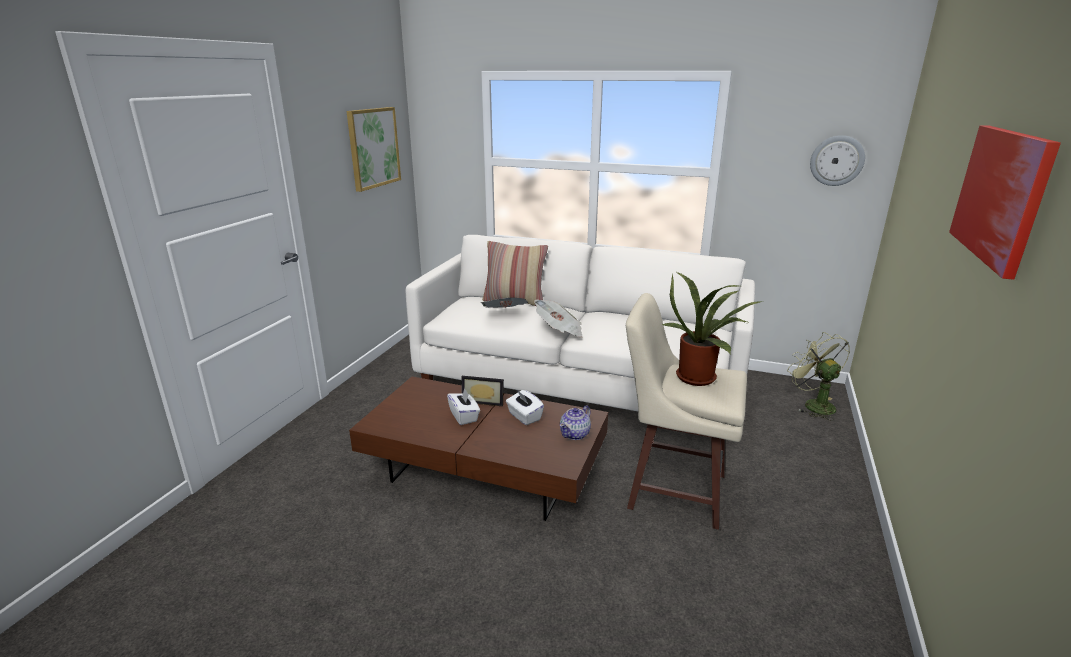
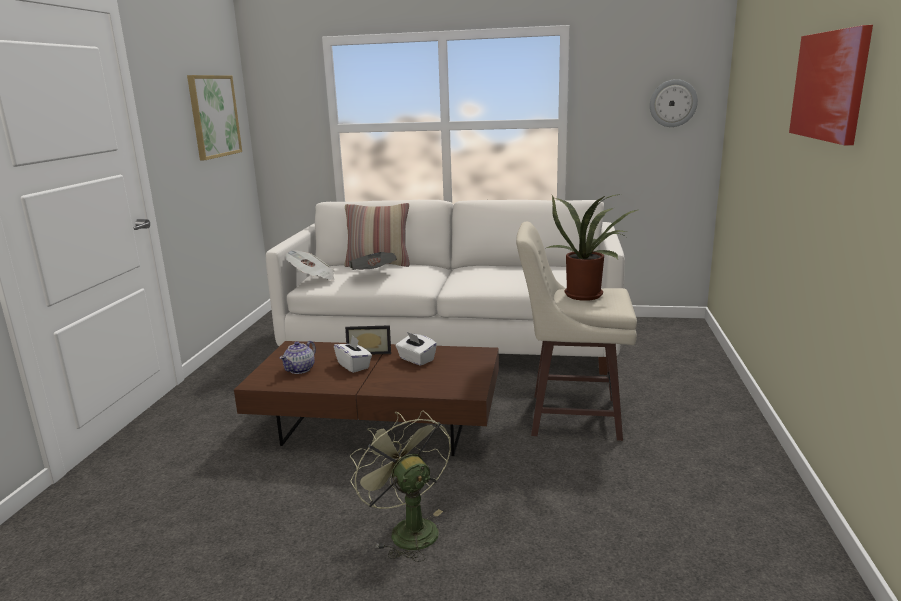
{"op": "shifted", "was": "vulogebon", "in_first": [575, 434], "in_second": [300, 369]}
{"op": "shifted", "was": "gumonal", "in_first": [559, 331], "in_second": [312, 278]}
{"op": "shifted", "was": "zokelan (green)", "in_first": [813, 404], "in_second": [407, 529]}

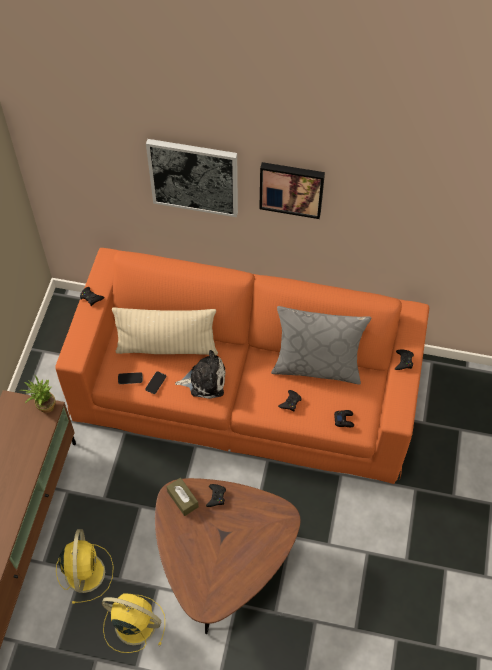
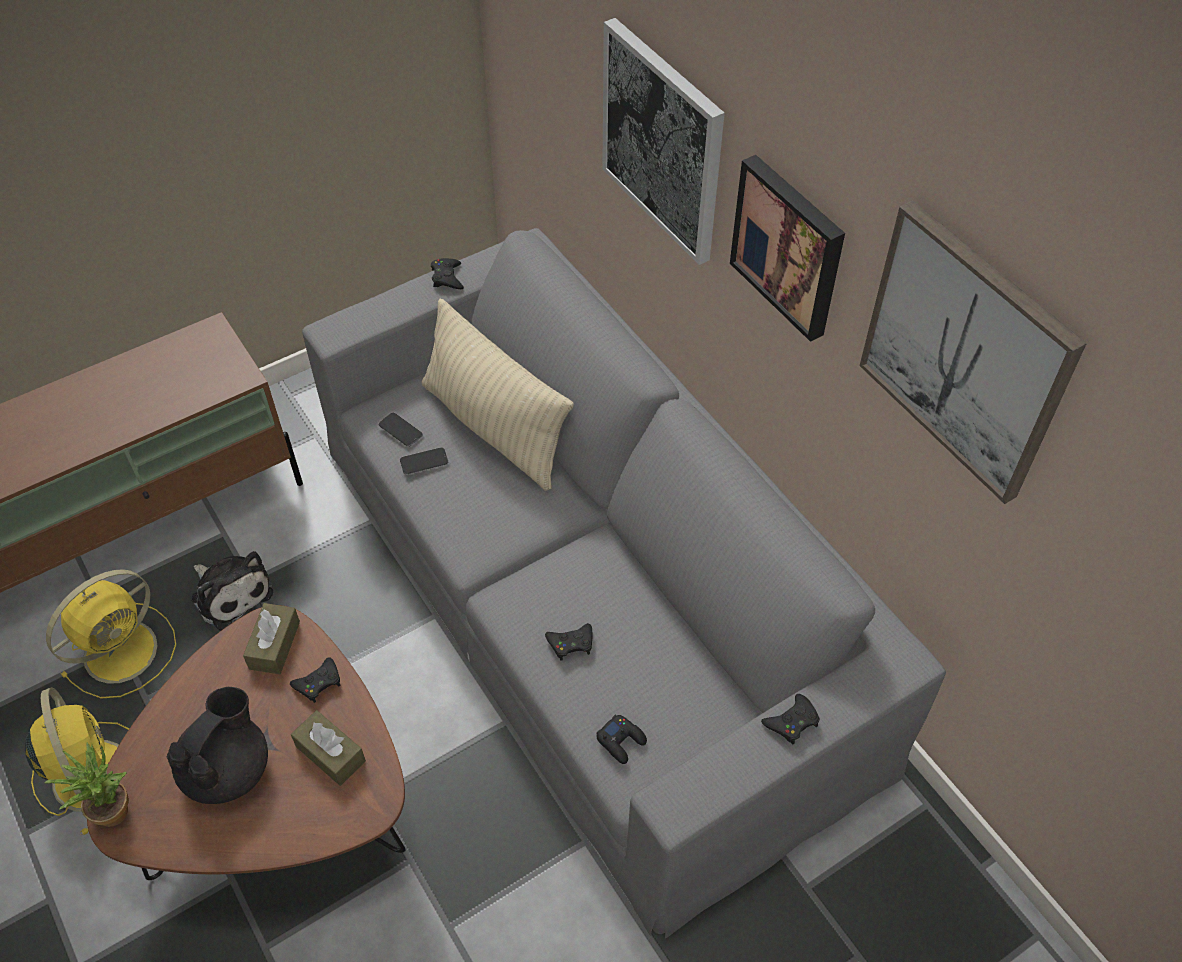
{"op": "shifted", "was": "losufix", "in_first": [43, 406], "in_second": [109, 807]}
{"op": "new", "now": "vulogebon (black)", "in_second": [228, 769]}
{"op": "shifted", "was": "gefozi", "in_first": [204, 380], "in_second": [230, 593]}
{"op": "new", "now": "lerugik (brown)", "in_second": [330, 754]}
{"op": "repainted", "was": "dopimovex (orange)", "now": "dopimovex (grey)", "in_first": [246, 387], "in_second": [591, 597]}
{"op": "new", "now": "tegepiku", "in_second": [966, 352]}
{"op": "gone", "was": "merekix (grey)", "in_first": [317, 366]}

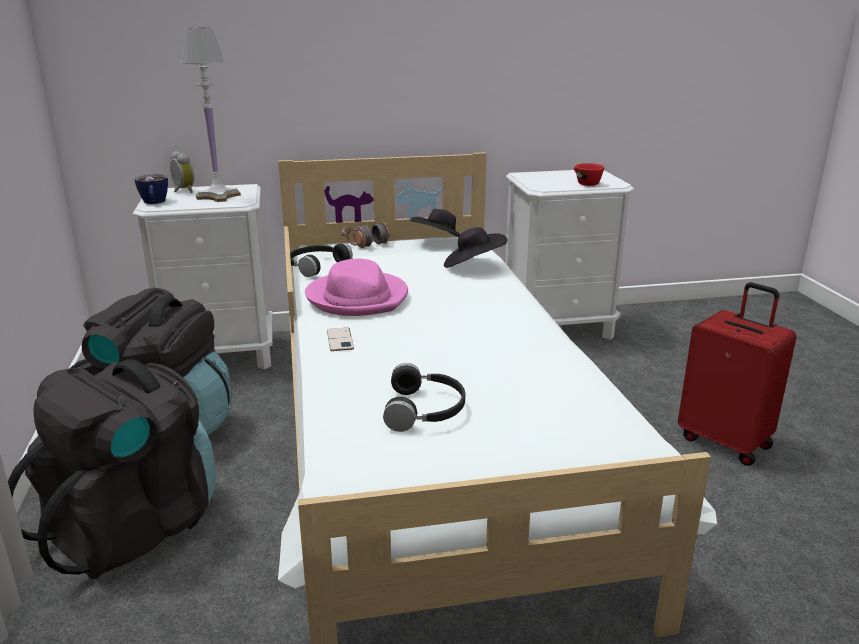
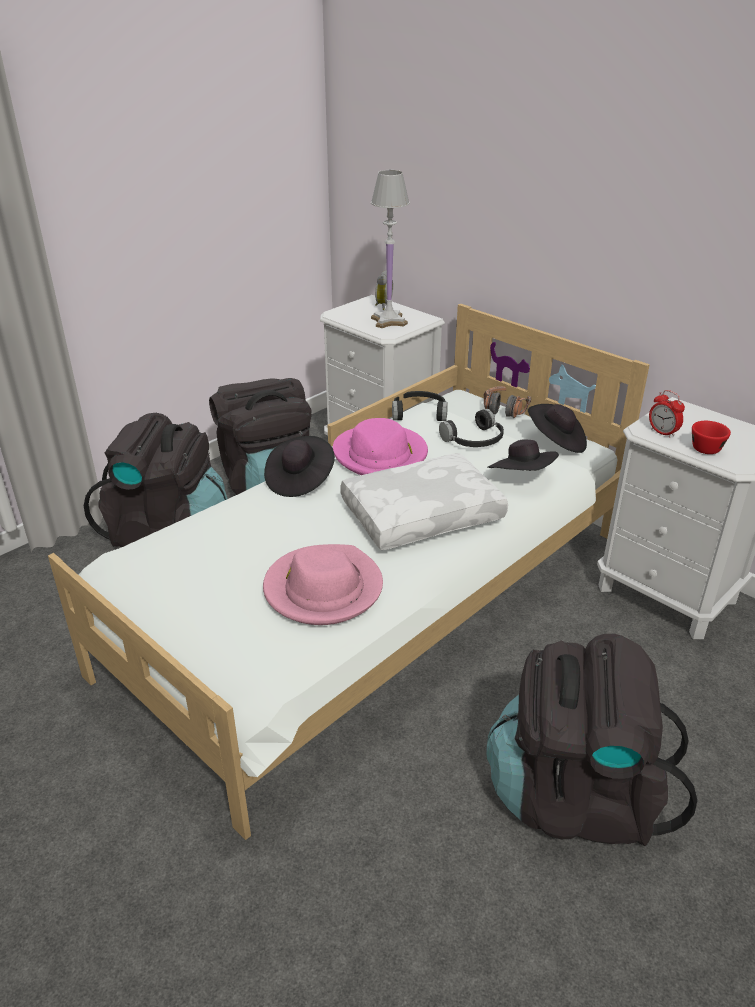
{"op": "new", "now": "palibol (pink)", "in_second": [323, 589]}
{"op": "swapped", "was": "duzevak", "now": "palibol (black)", "in_first": [340, 340], "in_second": [300, 480]}
{"op": "new", "now": "merekix (white)", "in_second": [422, 513]}
{"op": "shifted", "was": "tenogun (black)", "in_first": [426, 410], "in_second": [475, 440]}
{"op": "swapped", "was": "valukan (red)", "now": "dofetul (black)", "in_first": [725, 441], "in_second": [575, 795]}
{"op": "new", "now": "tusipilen", "in_second": [662, 432]}
{"op": "gone", "was": "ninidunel", "in_first": [154, 202]}

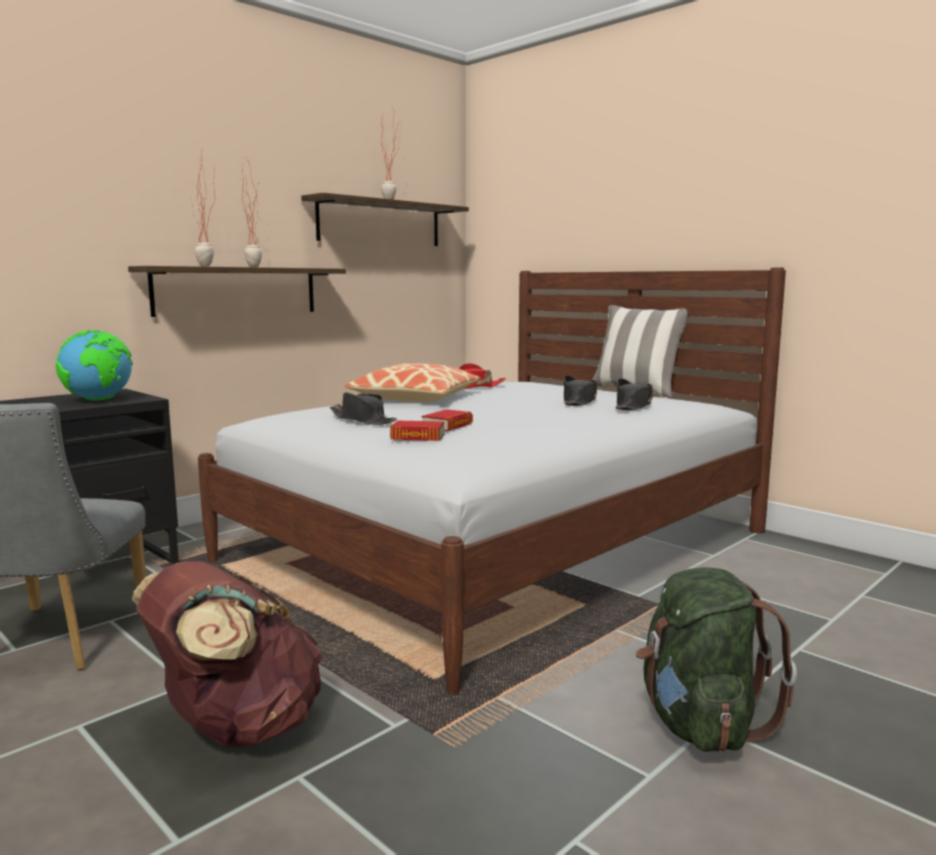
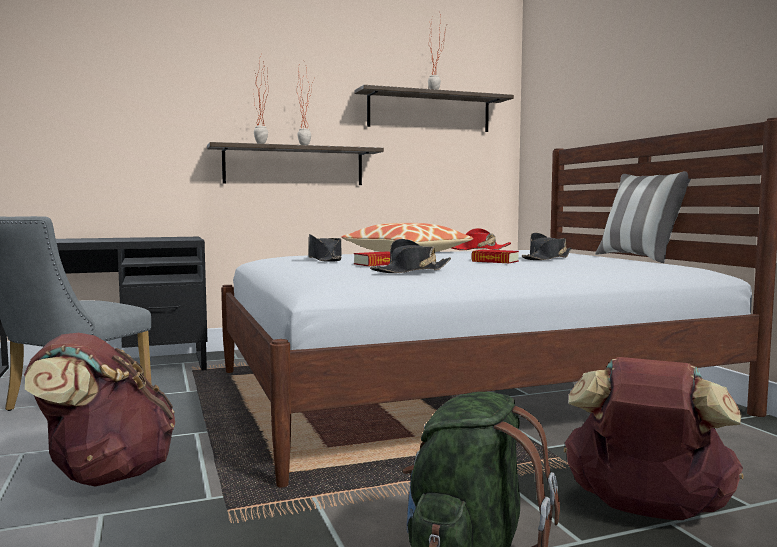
{"op": "shifted", "was": "palibol (black)", "in_first": [633, 406], "in_second": [411, 271]}
{"op": "shifted", "was": "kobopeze", "in_first": [417, 437], "in_second": [495, 261]}
{"op": "new", "now": "dofetul (brown)", "in_second": [646, 511]}
{"op": "gone", "was": "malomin", "in_first": [99, 400]}

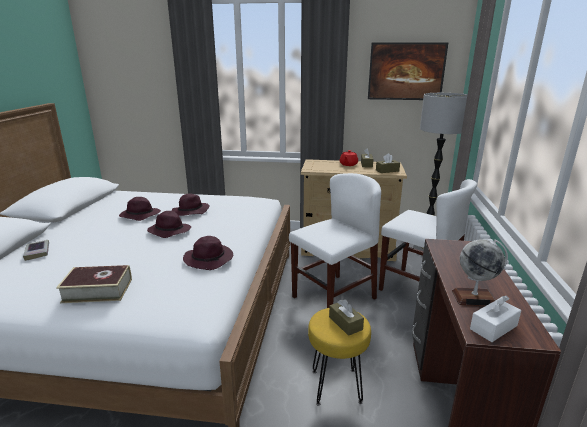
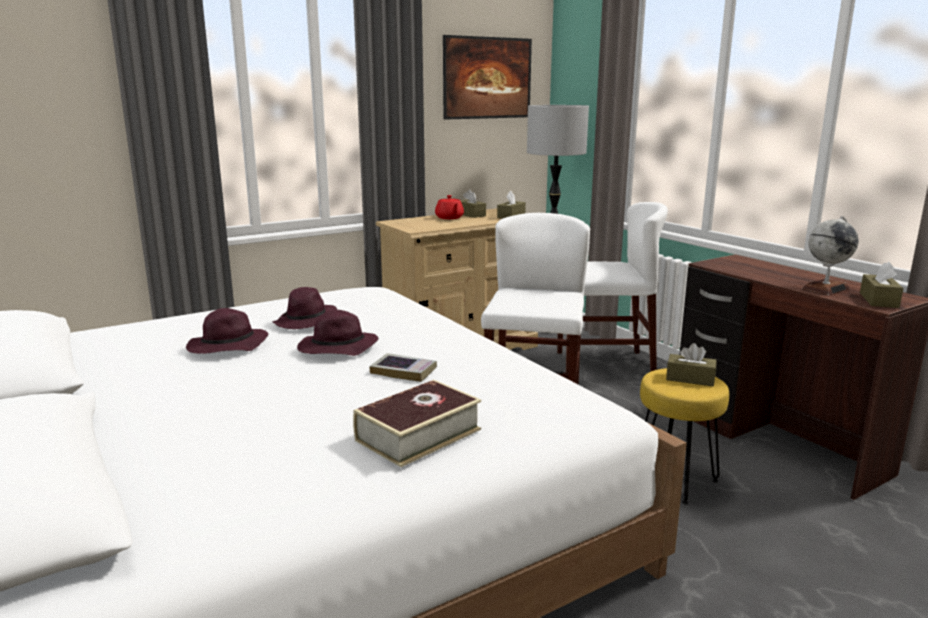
{"op": "shifted", "was": "kobopeze", "in_first": [37, 252], "in_second": [403, 371]}
{"op": "repainted", "was": "lerugik (white)", "now": "lerugik (brown)", "in_first": [493, 327], "in_second": [878, 300]}
{"op": "gone", "was": "palibol (purple)", "in_first": [209, 259]}

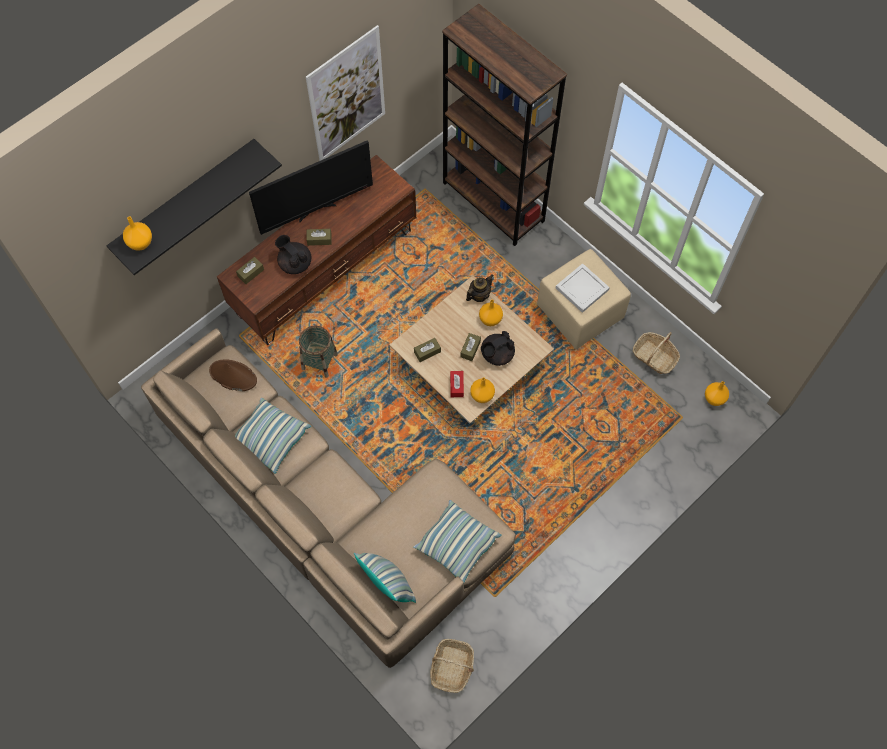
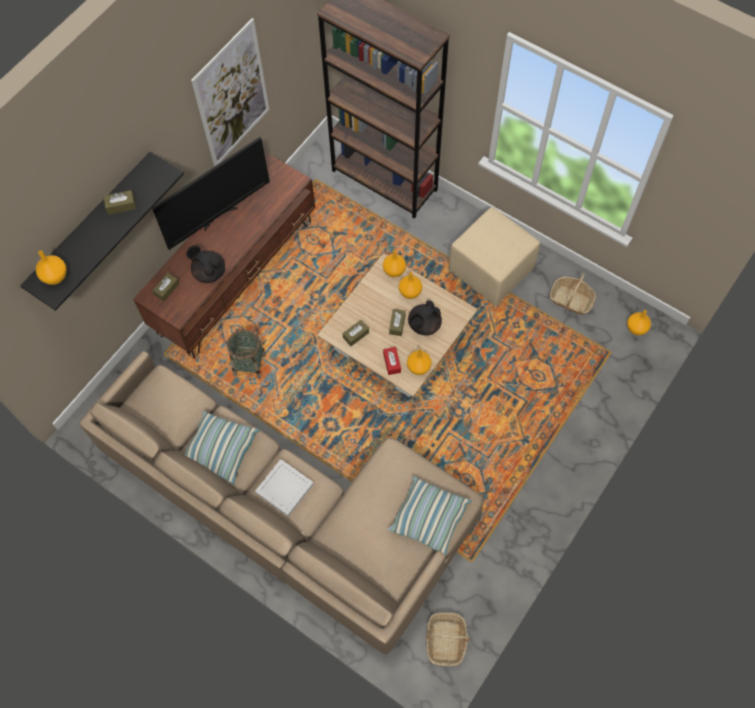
{"op": "shifted", "was": "lerugik (brown)", "in_first": [319, 239], "in_second": [121, 205]}
{"op": "shifted", "was": "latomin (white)", "in_first": [582, 288], "in_second": [284, 487]}
{"op": "swapped", "was": "vulogebon", "now": "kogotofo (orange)", "in_first": [479, 295], "in_second": [393, 271]}
{"op": "gone", "was": "palibol (brown)", "in_first": [233, 376]}
{"op": "gone", "was": "merekix", "in_first": [388, 584]}

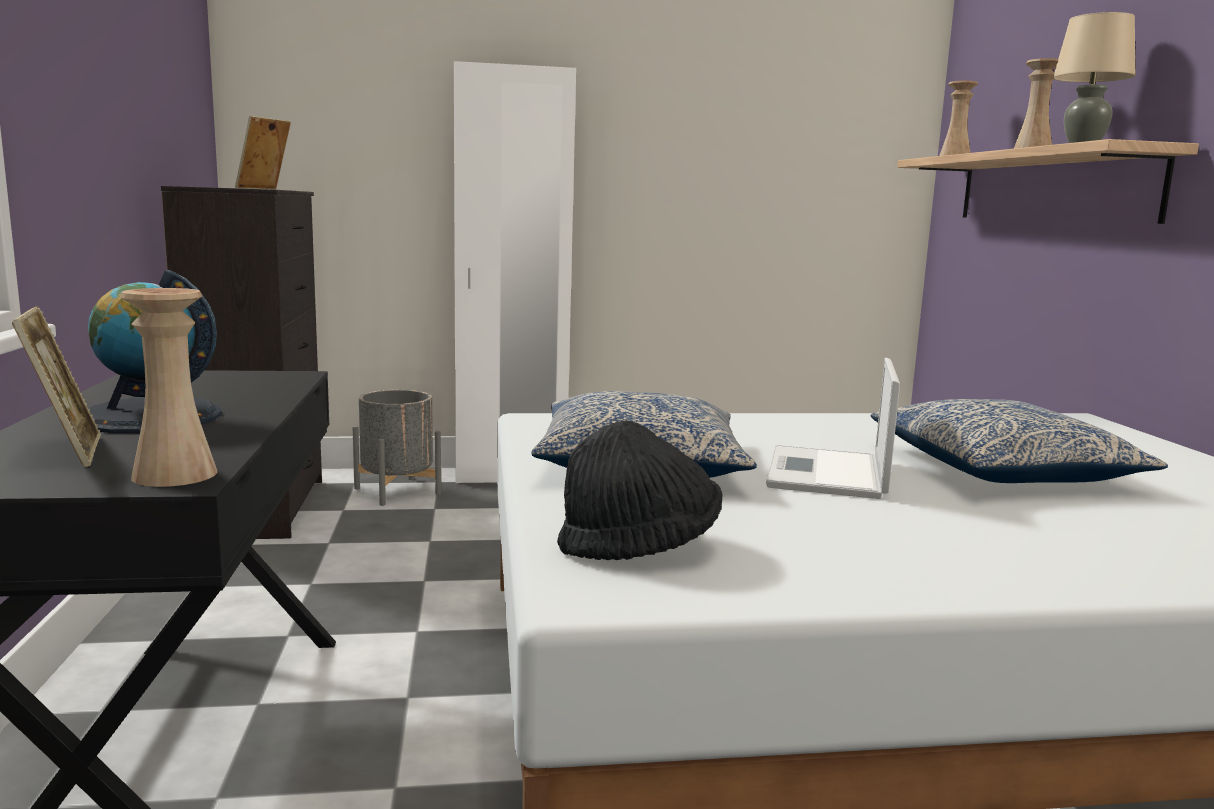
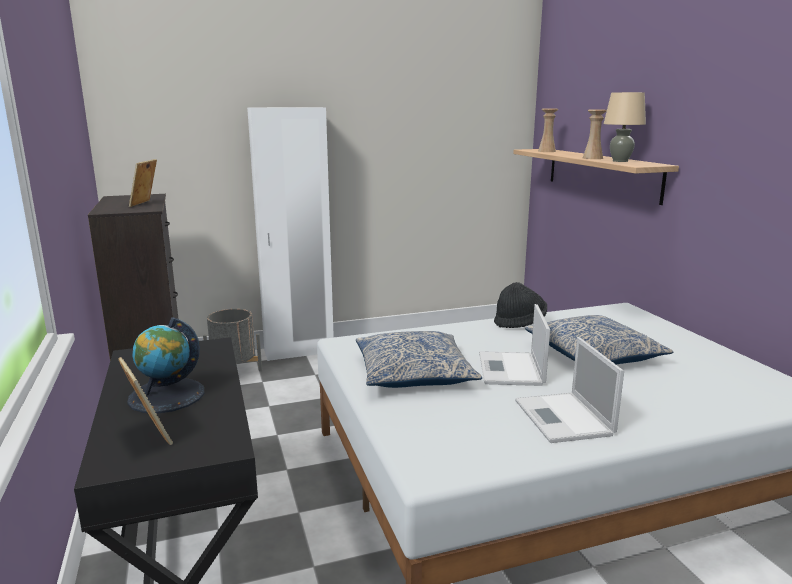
{"op": "shifted", "was": "palibol (black)", "in_first": [639, 547], "in_second": [520, 323]}
{"op": "new", "now": "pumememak", "in_second": [564, 418]}
{"op": "gone", "was": "kogotofo (beige)", "in_first": [175, 474]}

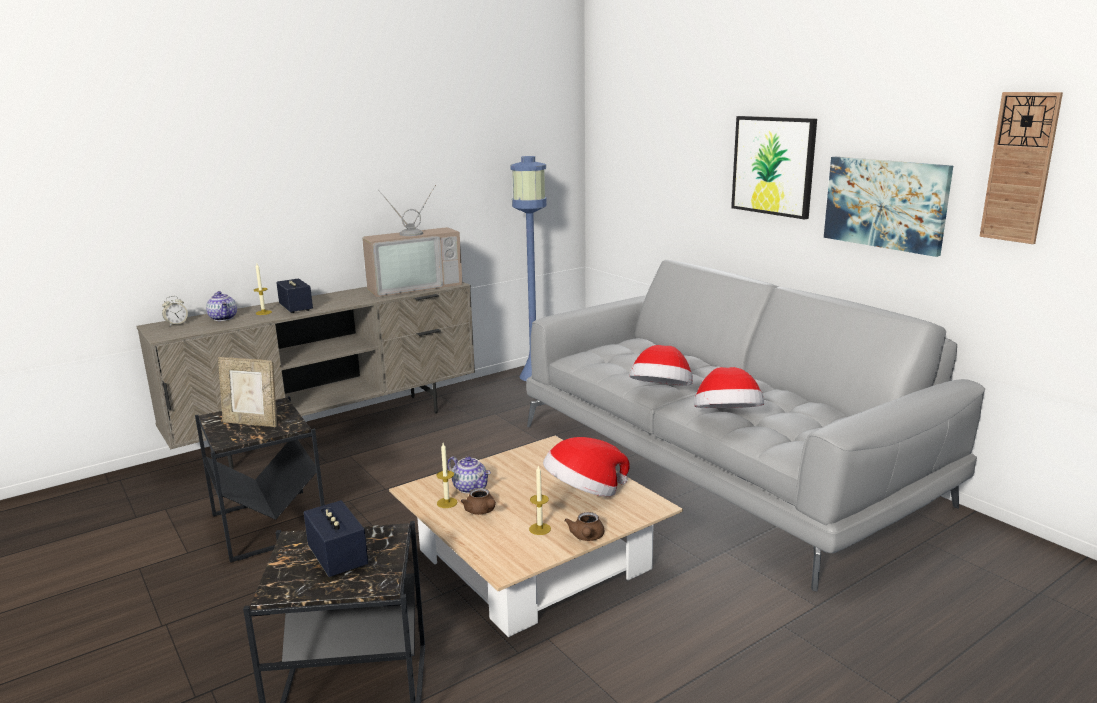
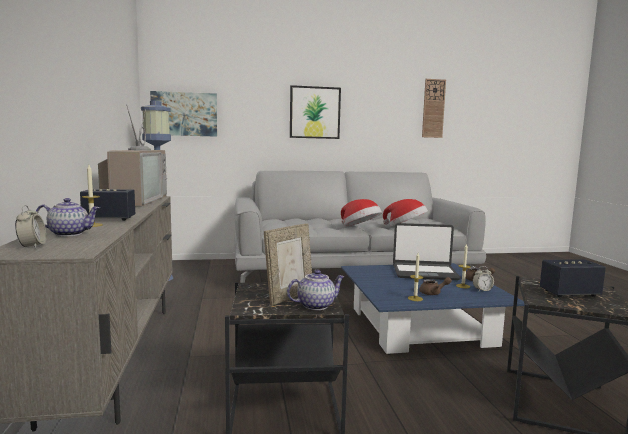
{"op": "shifted", "was": "tegepiku", "in_first": [885, 203], "in_second": [184, 114]}
{"op": "shifted", "was": "vulogebon", "in_first": [470, 487], "in_second": [316, 305]}
{"op": "repainted", "was": "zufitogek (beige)", "now": "zufitogek (blue)", "in_first": [534, 560], "in_second": [420, 326]}
{"op": "swapped", "was": "palibol", "now": "pumememak", "in_first": [584, 492], "in_second": [424, 272]}
{"op": "new", "now": "tusipilen", "in_second": [482, 290]}

